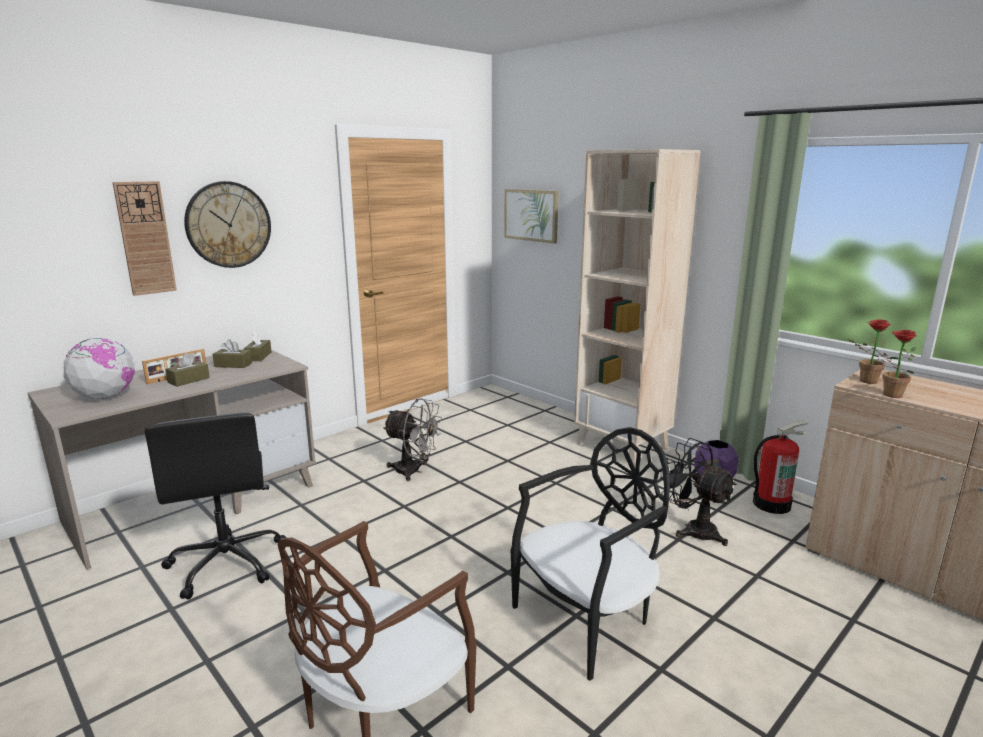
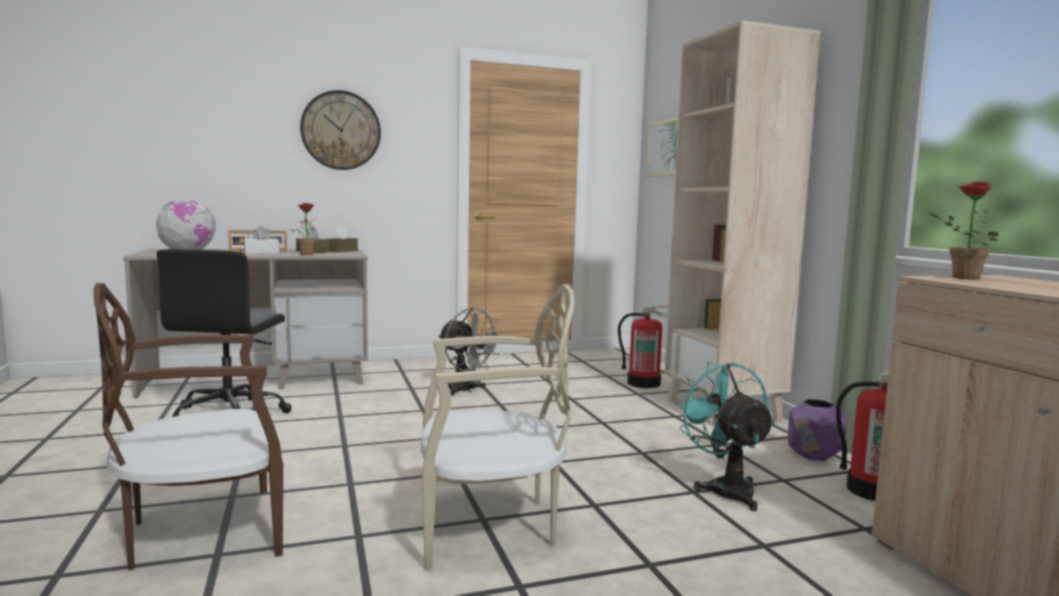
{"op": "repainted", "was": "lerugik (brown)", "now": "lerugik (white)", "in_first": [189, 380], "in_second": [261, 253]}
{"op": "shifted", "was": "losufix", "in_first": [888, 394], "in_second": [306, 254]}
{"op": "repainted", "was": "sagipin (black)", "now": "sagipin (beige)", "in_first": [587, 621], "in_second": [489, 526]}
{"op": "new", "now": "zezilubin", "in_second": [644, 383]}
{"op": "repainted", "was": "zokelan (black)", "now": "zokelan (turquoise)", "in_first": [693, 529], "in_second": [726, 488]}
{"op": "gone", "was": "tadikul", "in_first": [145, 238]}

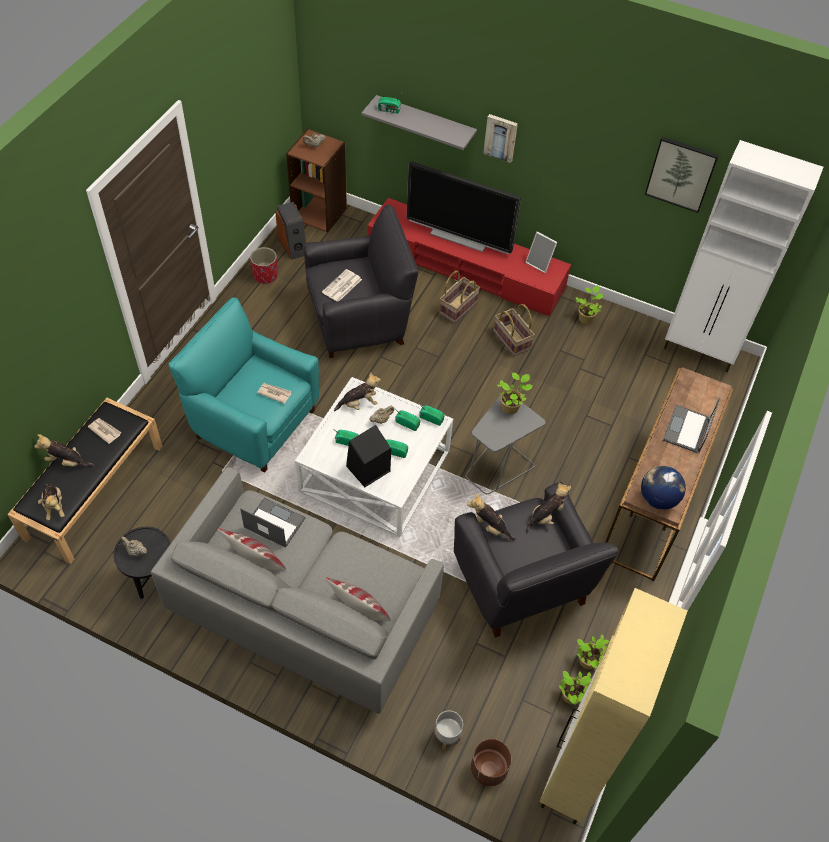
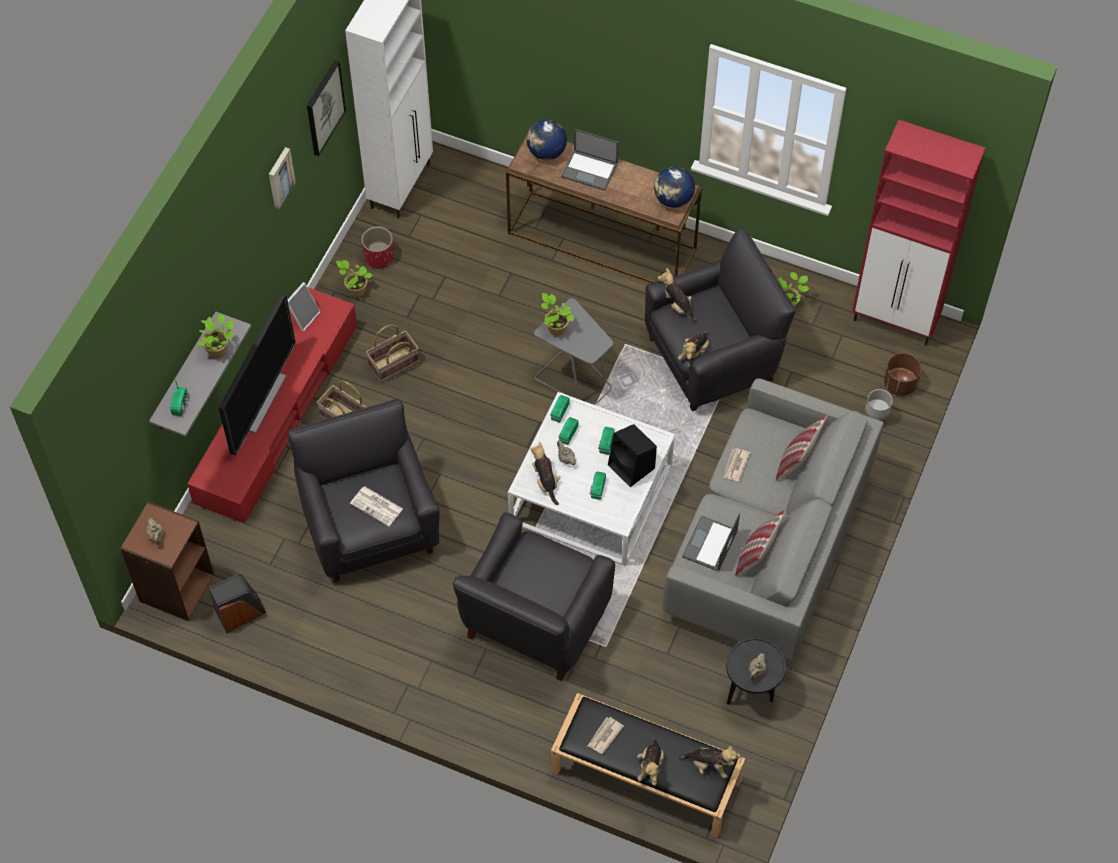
{"op": "shifted", "was": "losufix", "in_first": [571, 697], "in_second": [219, 350]}
{"op": "shifted", "was": "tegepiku", "in_first": [501, 137], "in_second": [279, 177]}
{"op": "shifted", "was": "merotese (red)", "in_first": [265, 275], "in_second": [379, 257]}
{"op": "repainted", "was": "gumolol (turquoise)", "now": "gumolol (black)", "in_first": [254, 422], "in_second": [534, 622]}
{"op": "new", "now": "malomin", "in_second": [546, 152]}
{"op": "rotated", "was": "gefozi", "in_first": [54, 506], "in_second": [709, 765], "clockwise": 45}
{"op": "shifted", "was": "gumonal", "in_first": [274, 393], "in_second": [735, 465]}
{"op": "repainted", "was": "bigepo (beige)", "now": "bigepo (red)", "in_first": [572, 776], "in_second": [896, 321]}

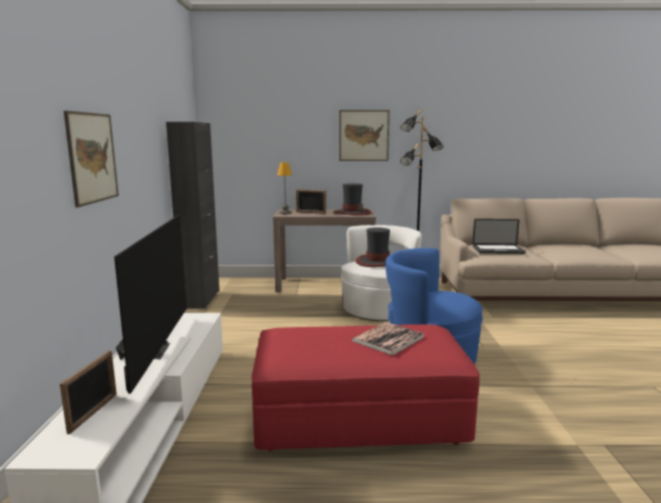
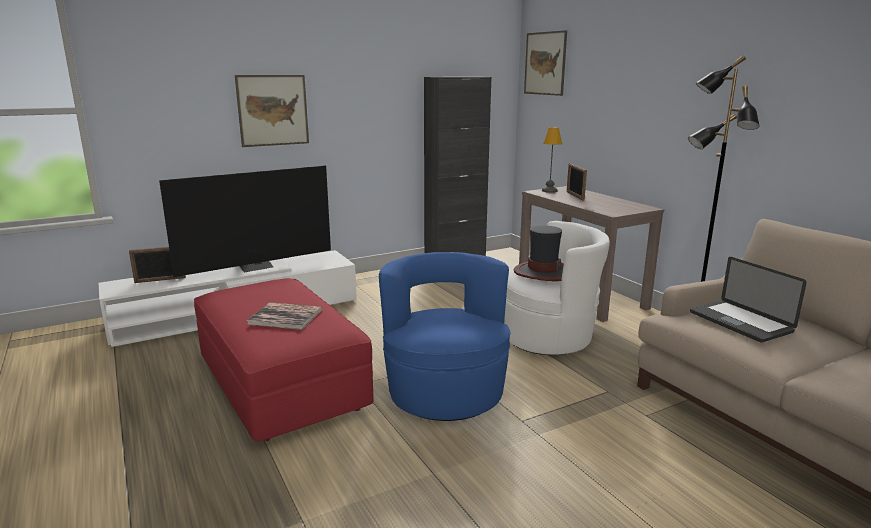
{"op": "shifted", "was": "tegepiku", "in_first": [364, 135], "in_second": [545, 63]}
{"op": "gone", "was": "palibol", "in_first": [352, 213]}

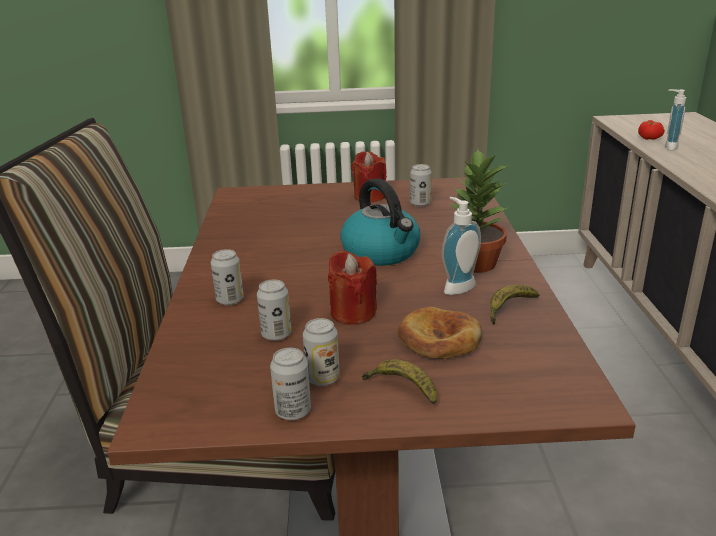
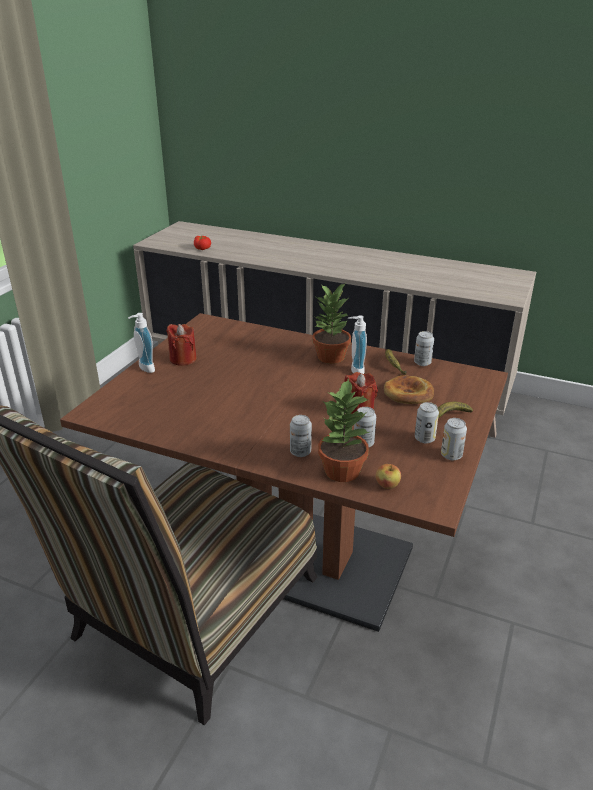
{"op": "shifted", "was": "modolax", "in_first": [668, 147], "in_second": [144, 369]}
{"op": "new", "now": "losufix", "in_second": [341, 471]}
{"op": "new", "now": "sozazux", "in_second": [387, 485]}
{"op": "shifted", "was": "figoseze", "in_first": [420, 203], "in_second": [422, 363]}
{"op": "gone", "was": "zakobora", "in_first": [382, 252]}

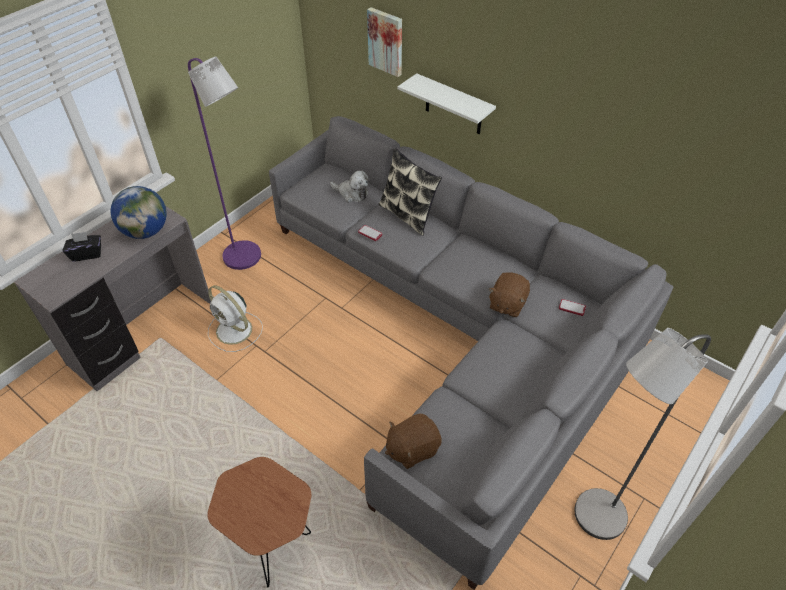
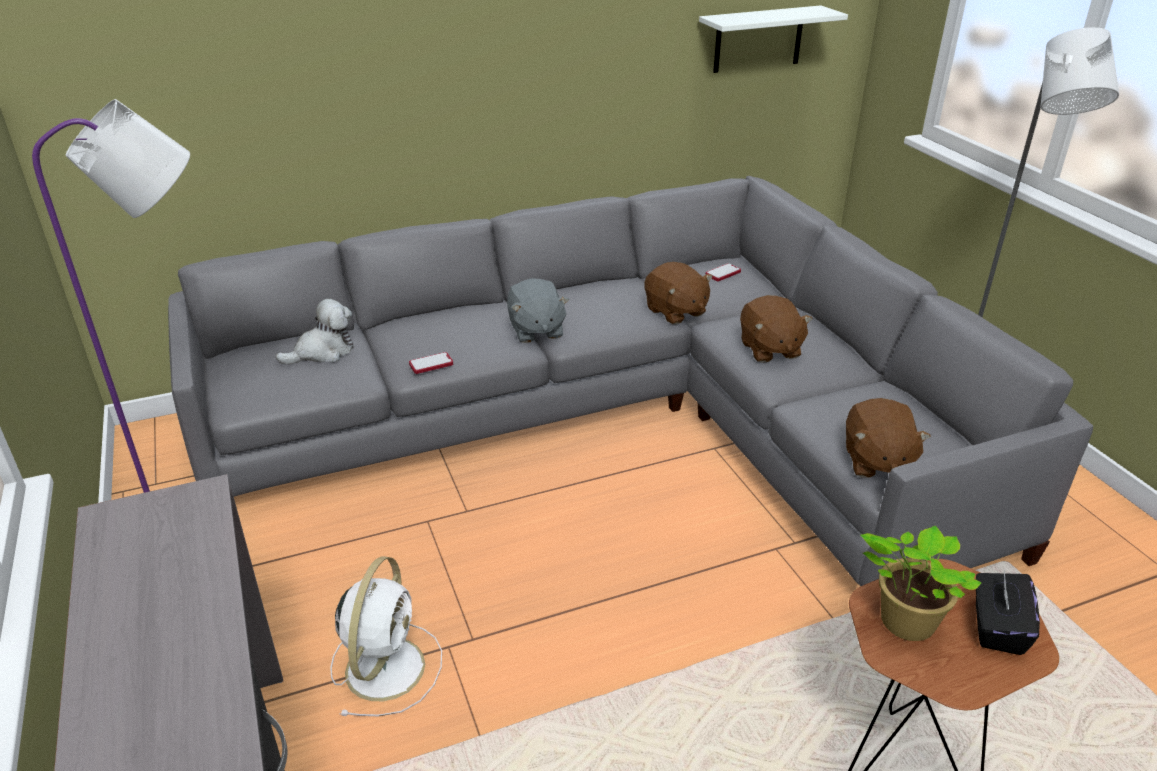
{"op": "rotated", "was": "zokelan (white)", "in_first": [235, 331], "in_second": [386, 665], "clockwise": -60}
{"op": "new", "now": "gefozi (grey)", "in_second": [536, 330]}
{"op": "shifted", "was": "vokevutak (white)", "in_first": [453, 105], "in_second": [758, 39]}
{"op": "new", "now": "gefozi (brown)", "in_second": [769, 349]}
{"op": "new", "now": "losufix", "in_second": [903, 622]}
{"op": "shifted", "was": "lerugik (black)", "in_first": [87, 254], "in_second": [996, 628]}
{"op": "gone", "was": "malomin", "in_first": [146, 231]}
{"op": "gone", "was": "tegepiku", "in_first": [386, 41]}
{"op": "gone", "was": "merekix", "in_first": [408, 215]}

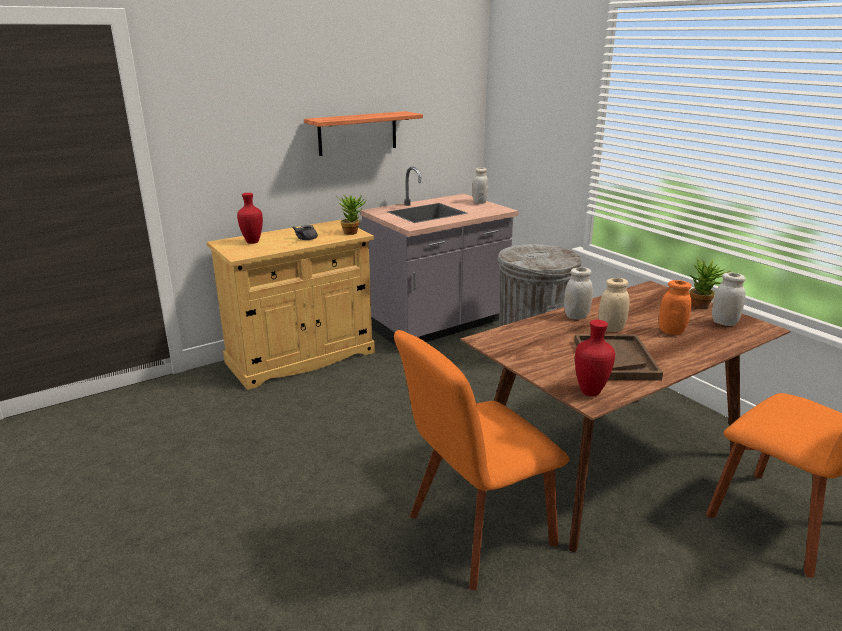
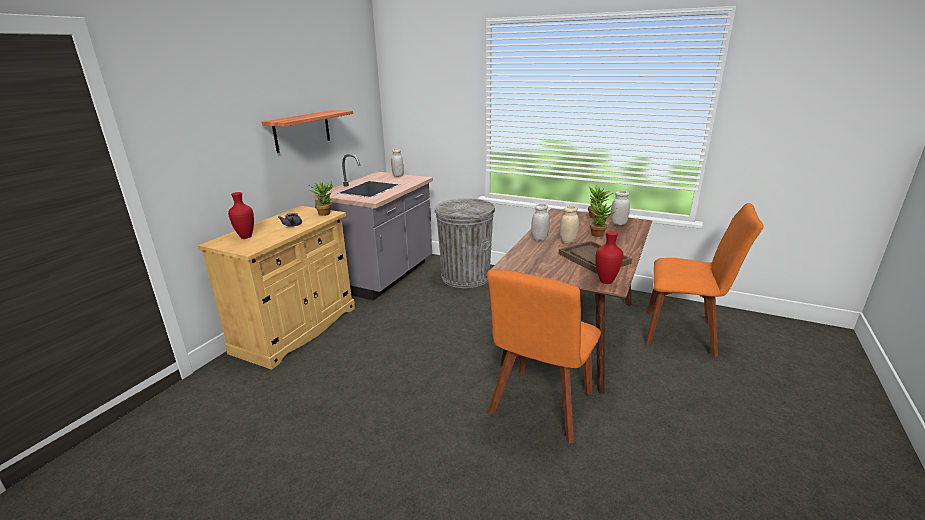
{"op": "swapped", "was": "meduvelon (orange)", "now": "losufix", "in_first": [671, 331], "in_second": [600, 235]}

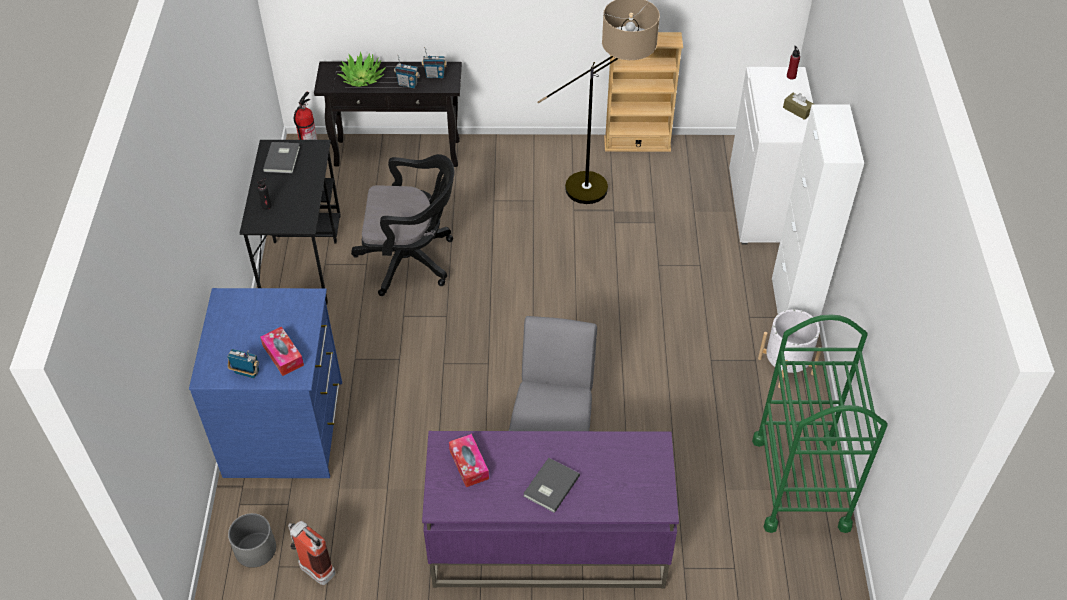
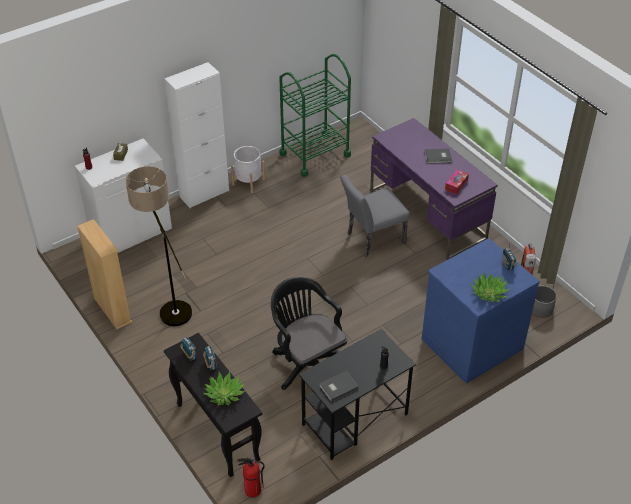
{"op": "new", "now": "losufix", "in_second": [489, 293]}
{"op": "gone", "was": "lerugik", "in_first": [283, 355]}

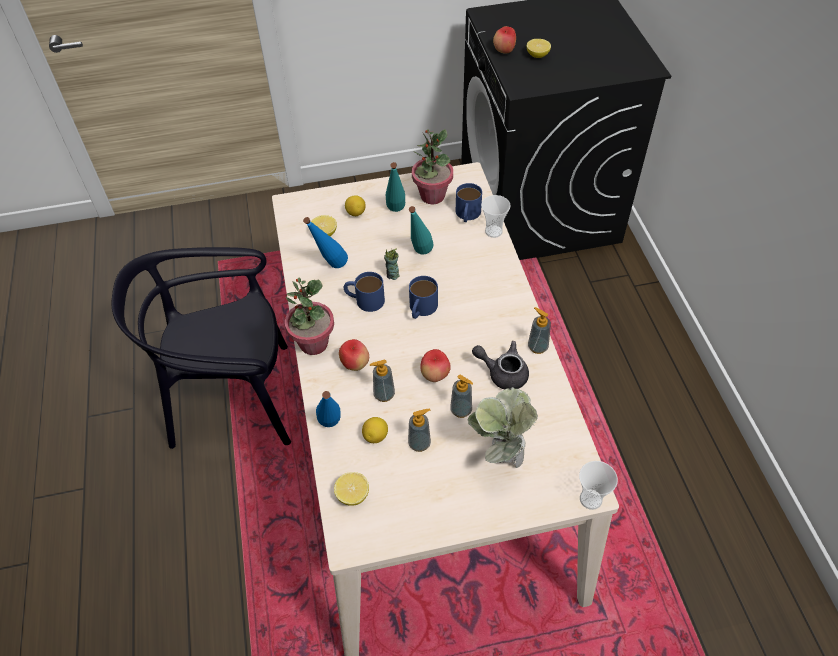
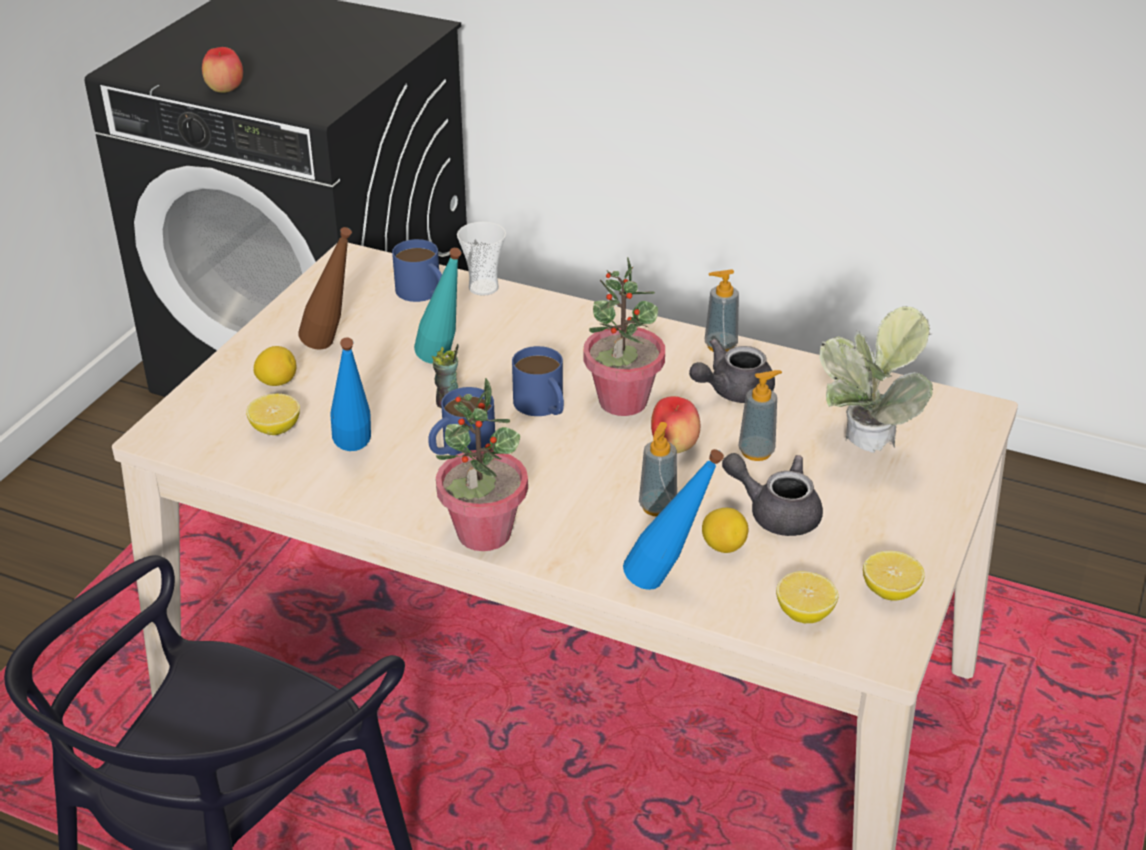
{"op": "repainted", "was": "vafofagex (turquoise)", "now": "vafofagex (brown)", "in_first": [396, 213], "in_second": [333, 348]}
{"op": "shifted", "was": "losufix", "in_first": [432, 196], "in_second": [622, 402]}
{"op": "swapped", "was": "modolax", "now": "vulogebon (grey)", "in_first": [419, 443], "in_second": [775, 512]}
{"op": "shifted", "was": "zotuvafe", "in_first": [537, 55], "in_second": [890, 591]}
{"op": "gone", "was": "sozazux", "in_first": [355, 364]}
{"op": "gone", "was": "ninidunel", "in_first": [590, 499]}

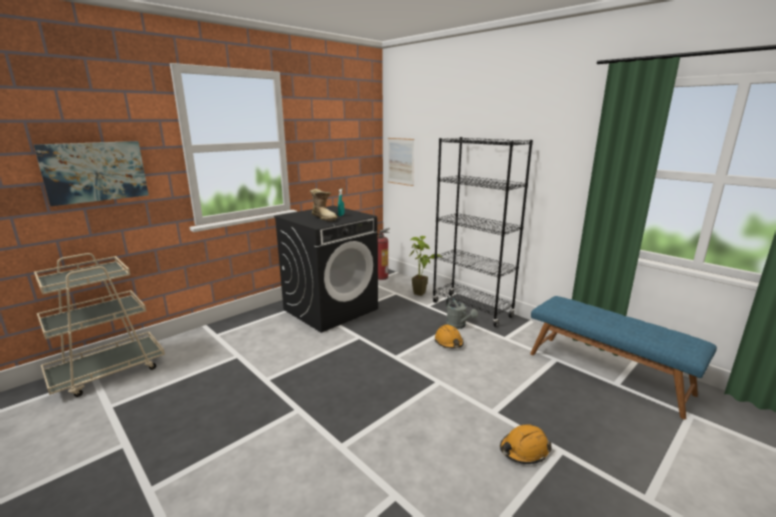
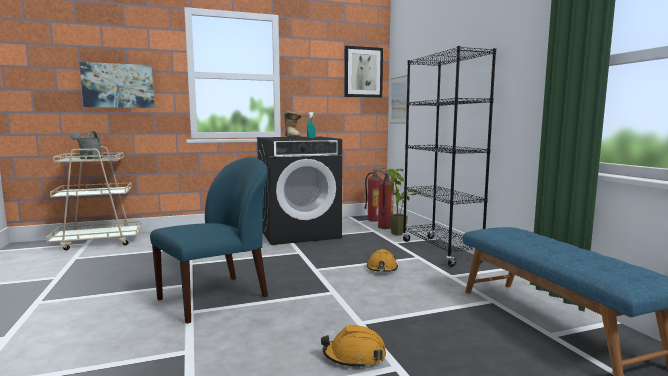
{"op": "shifted", "was": "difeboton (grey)", "in_first": [458, 326], "in_second": [89, 158]}
{"op": "new", "now": "sagipin (blue)", "in_second": [215, 297]}
{"op": "new", "now": "tegepiku", "in_second": [363, 72]}
{"op": "new", "now": "zezilubin", "in_second": [385, 227]}

